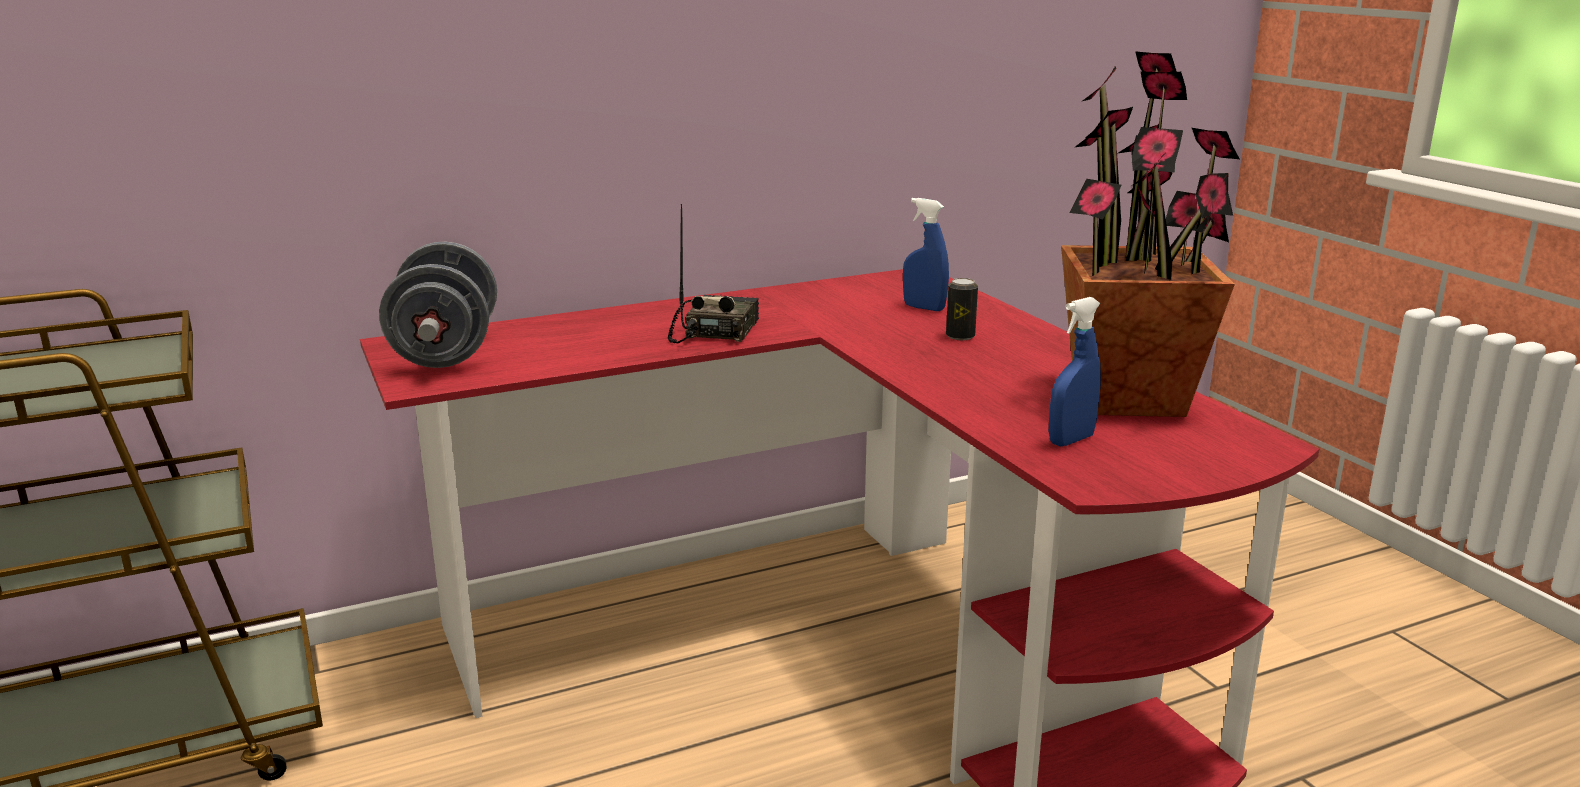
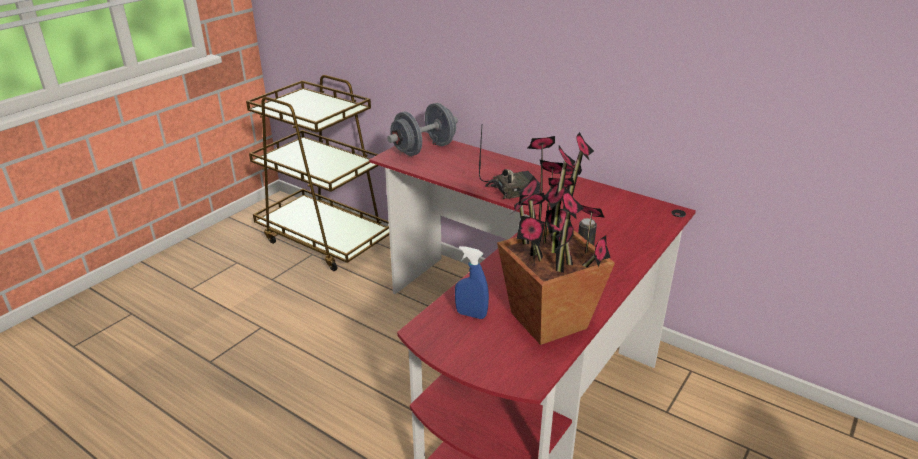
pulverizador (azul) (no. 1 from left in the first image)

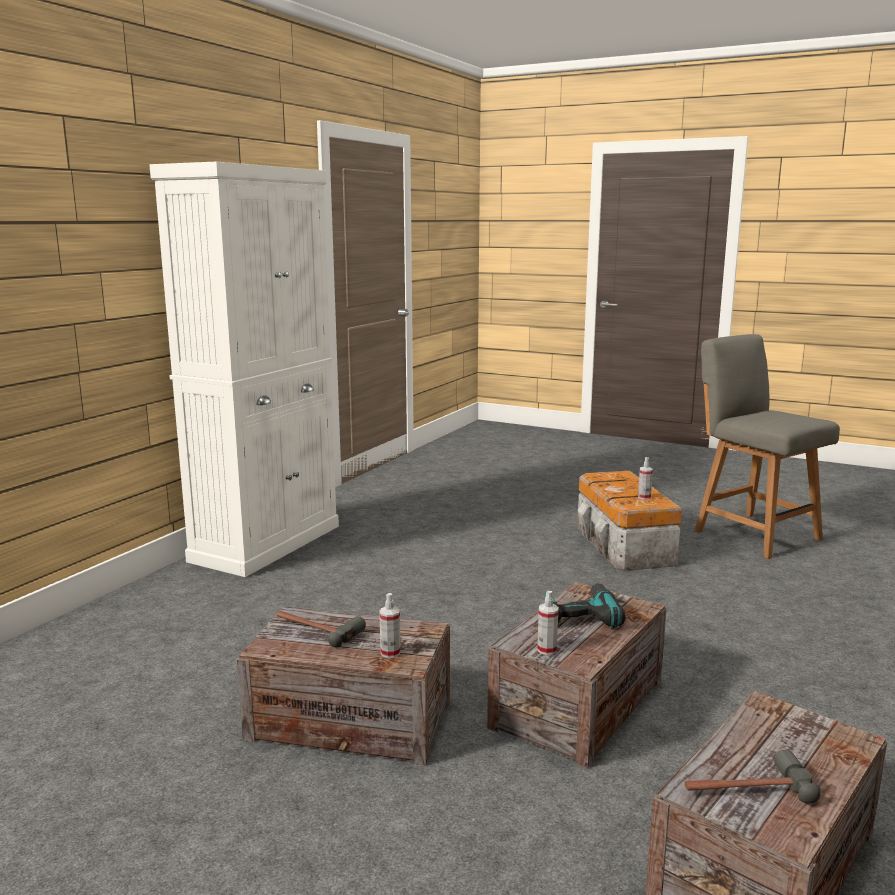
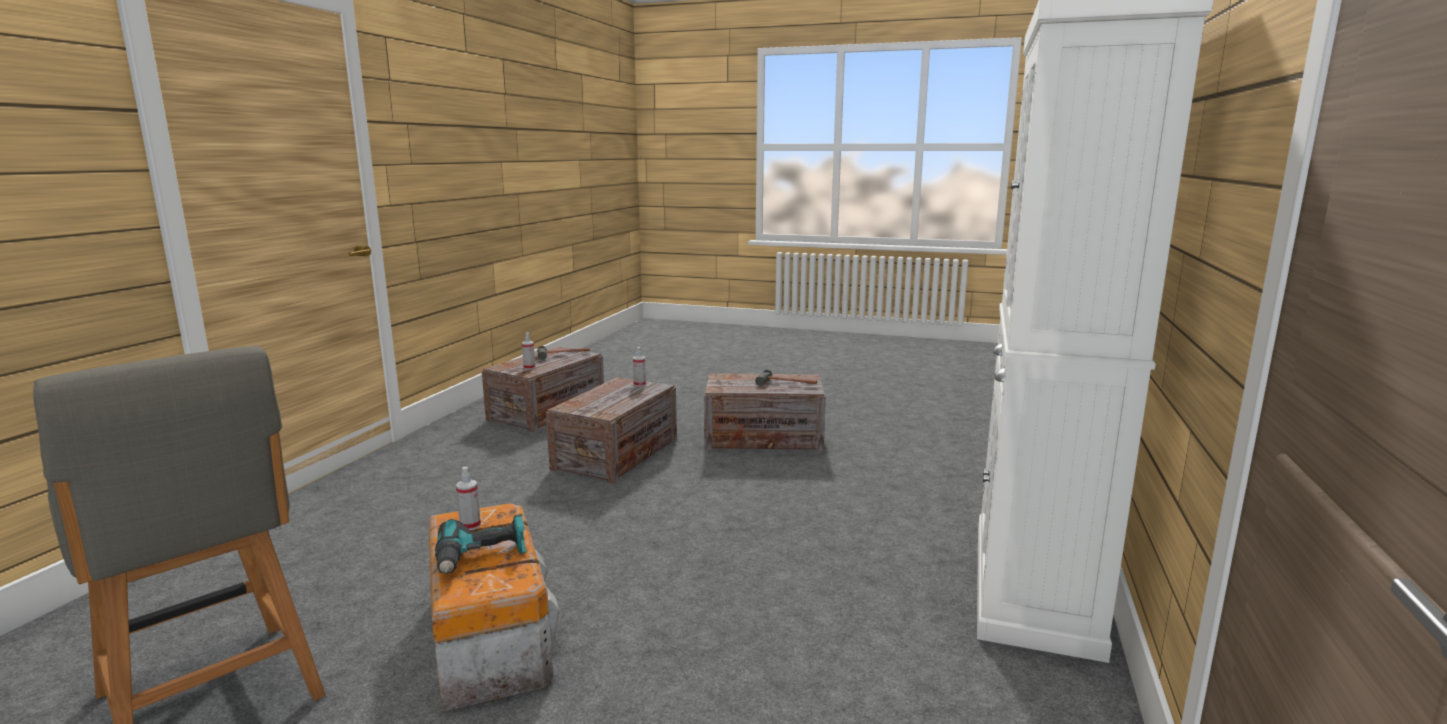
pulverizador (no. 2 from left)
taladro

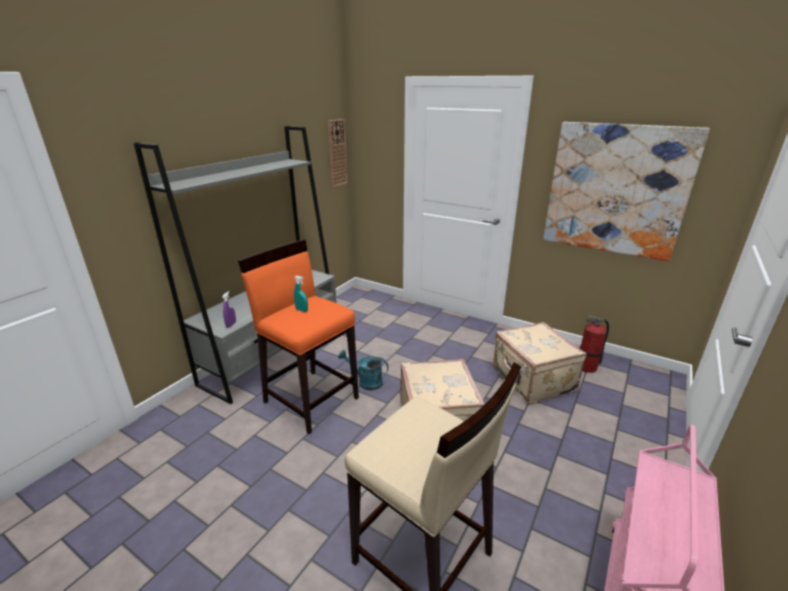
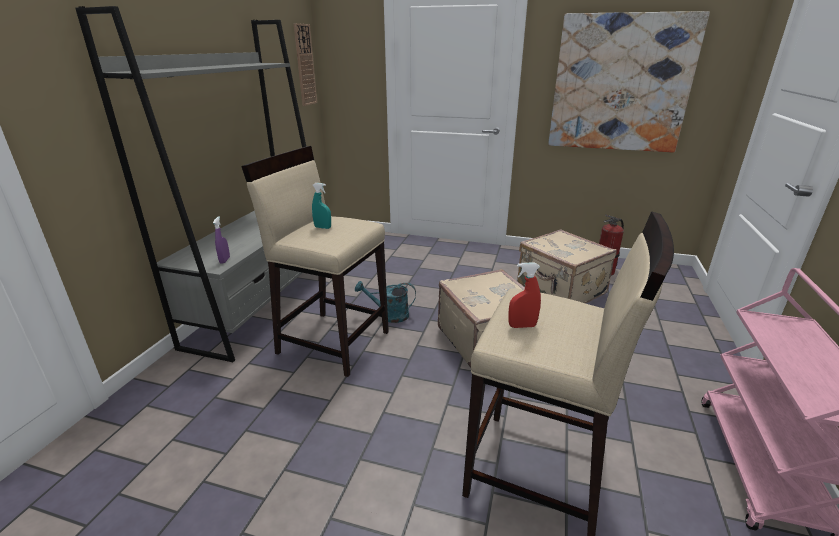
taburete (beis) (no. 1 from left)
pulverizador (rojo)

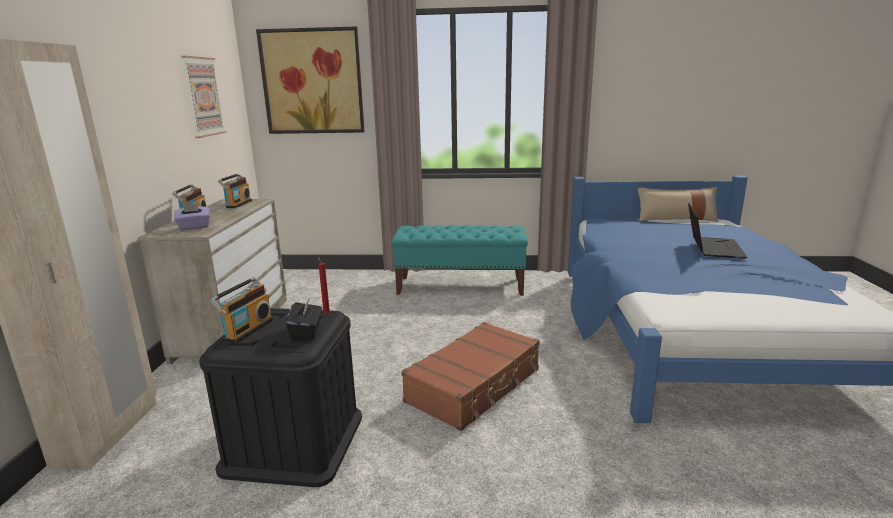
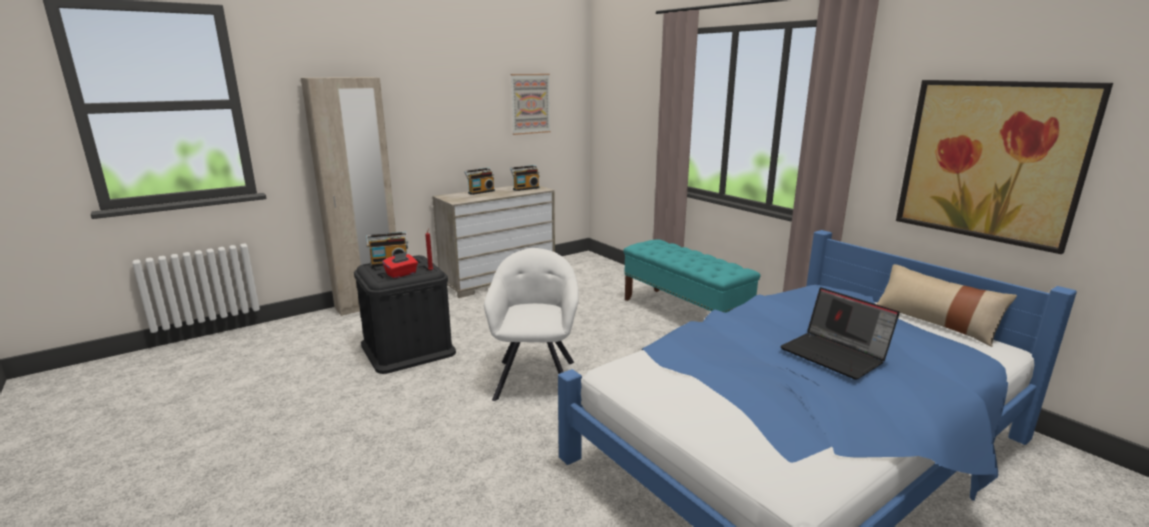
caja de pañuelos (morado)
cuadro (no. 2 from left)
caja de pañuelos (rojo)
sillón (blanco)
portátil

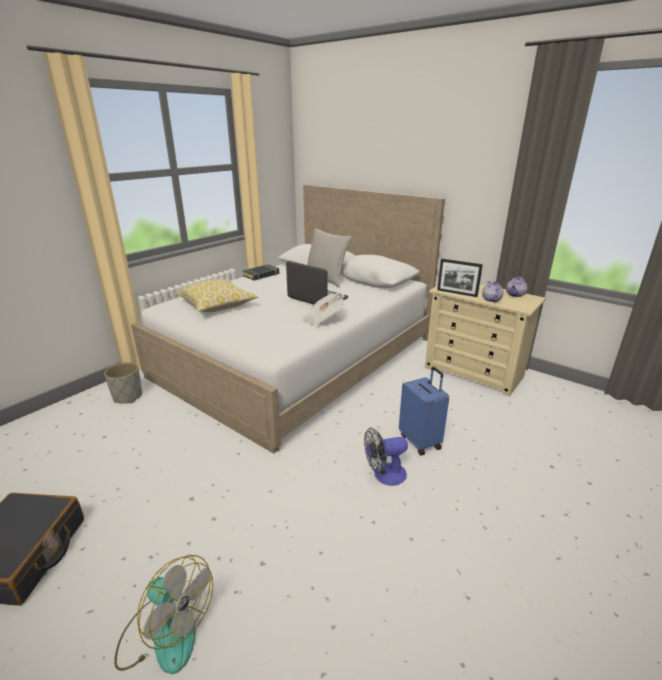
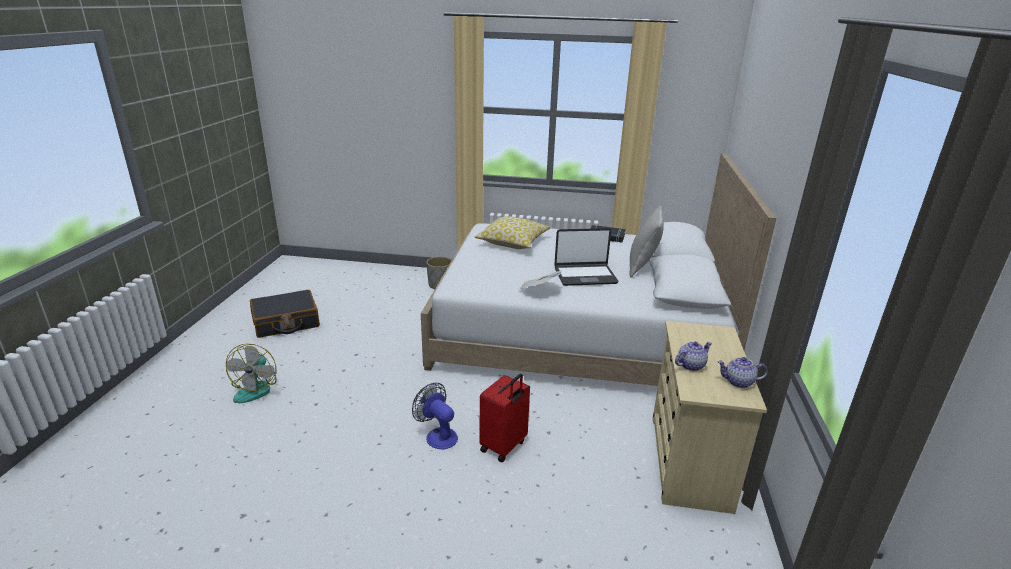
portátil
maleta (rojo)
portarretratos

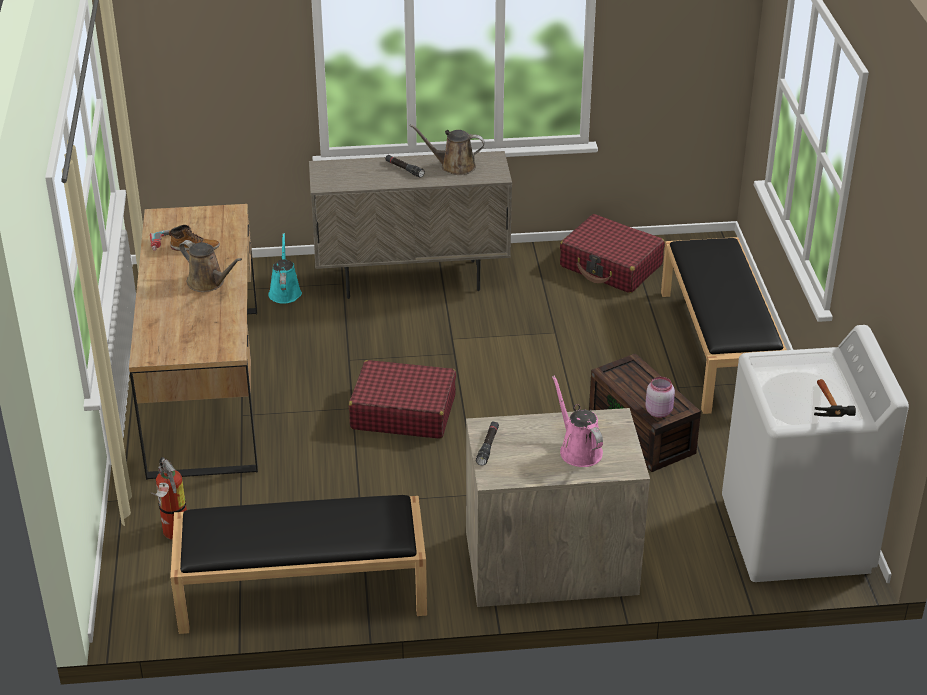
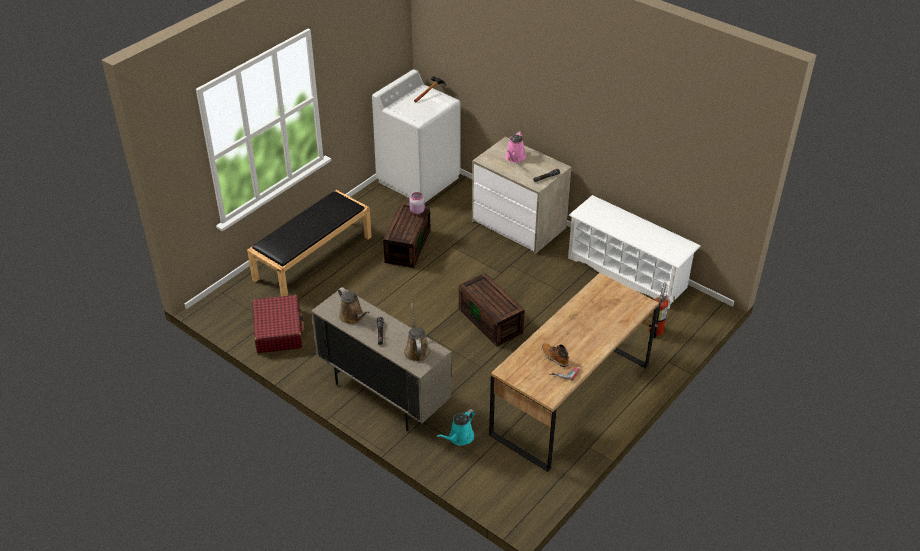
zapatero (blanco)
regadera (marrón) (no. 2 from left)
caja de almacenaje (marrón) (no. 2 from left)

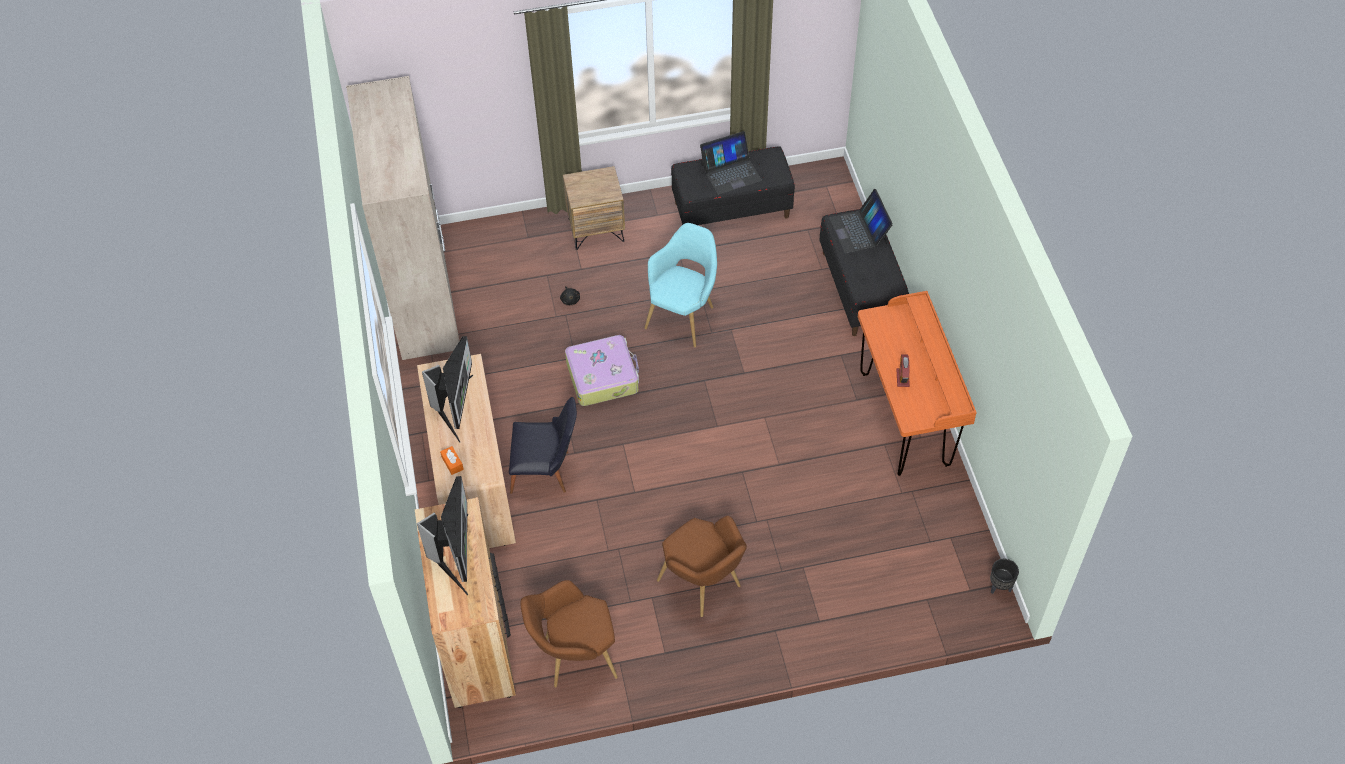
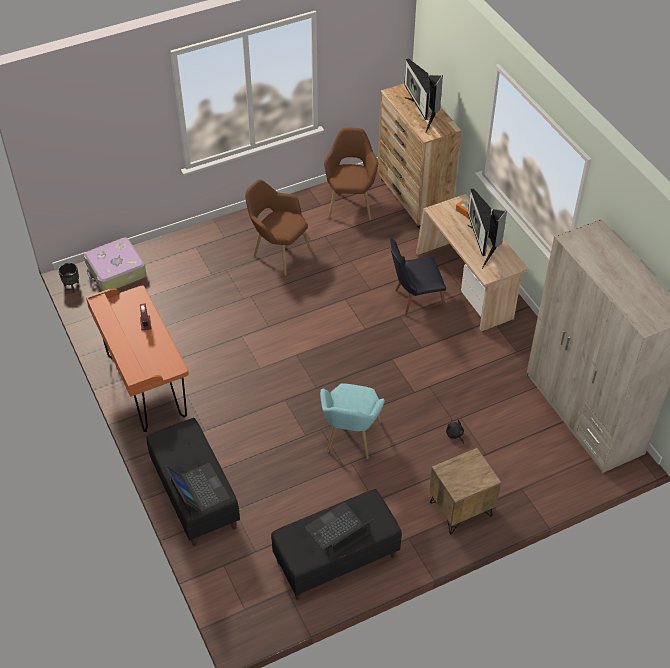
sillón (marrón) (no. 2 from left)
maleta

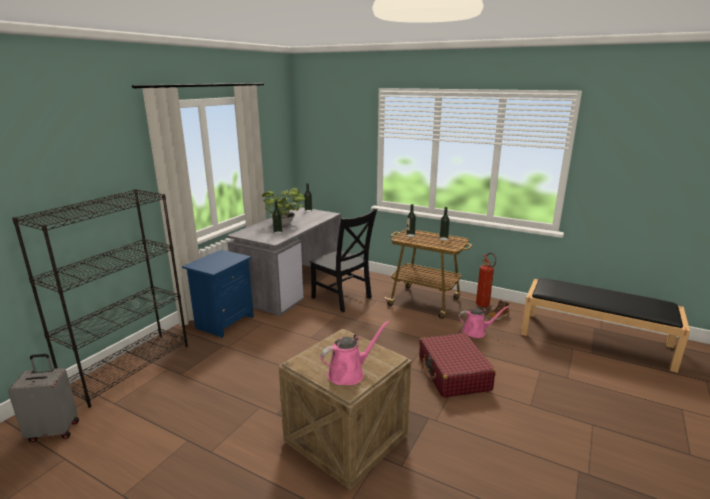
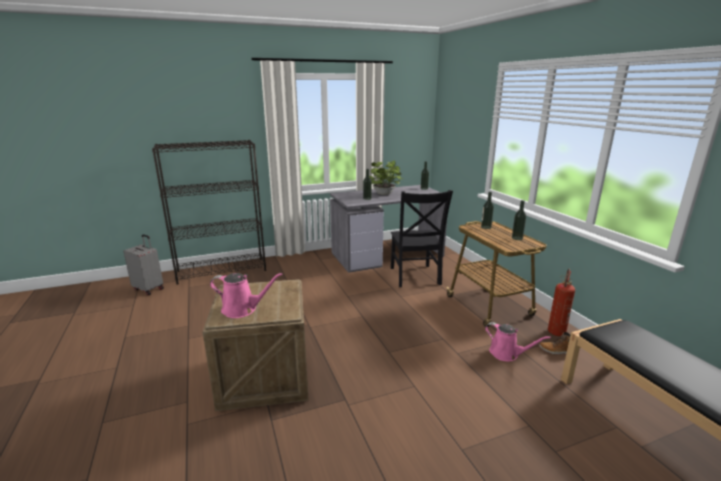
mesita de noche (azul)
maleta (rojo)

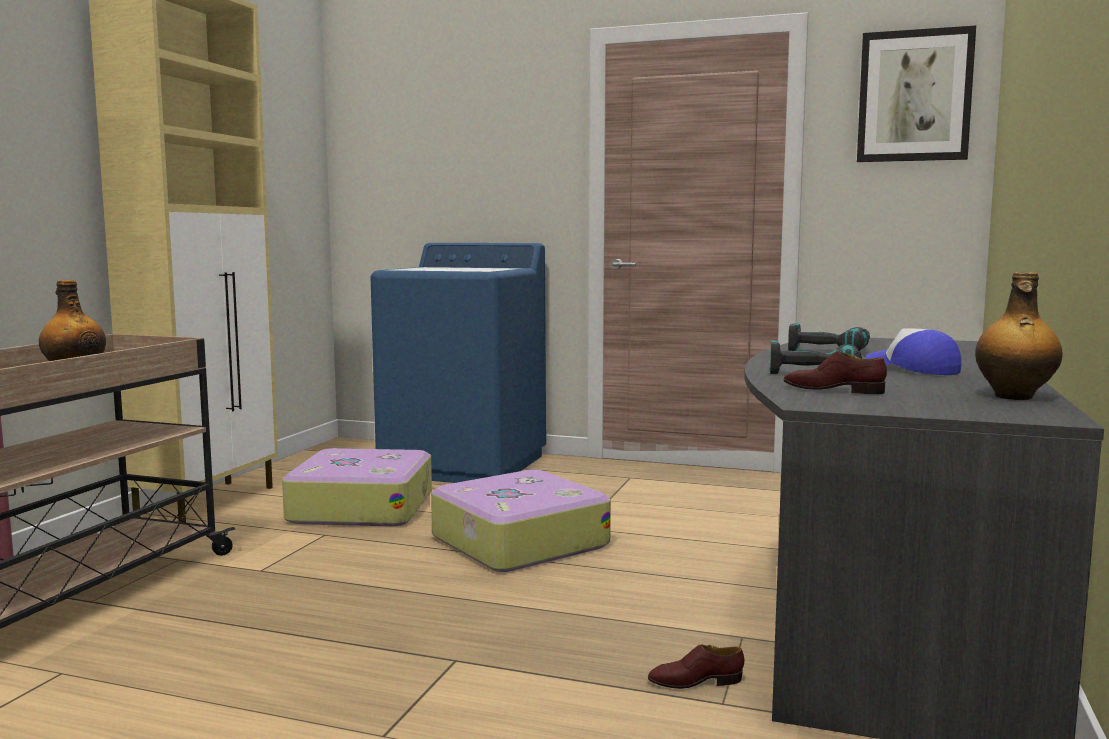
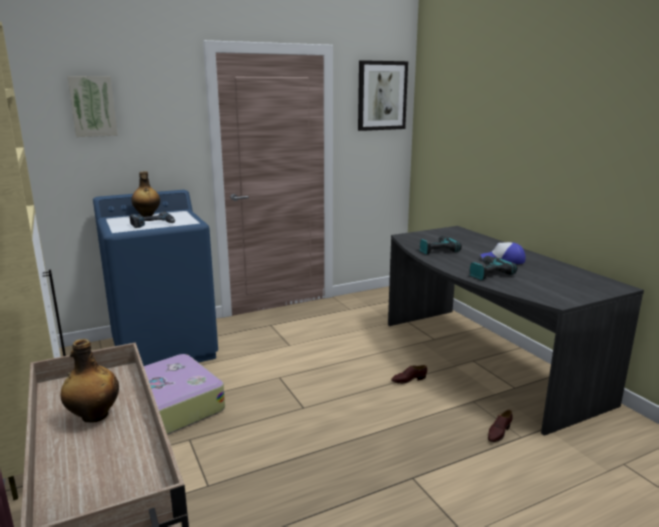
maleta (no. 2 from left in the first image)
zapato (marrón) (no. 1 from left)
botella (no. 2 from left)
cuadro (no. 1 from left)
taladro (no. 1 from left)

